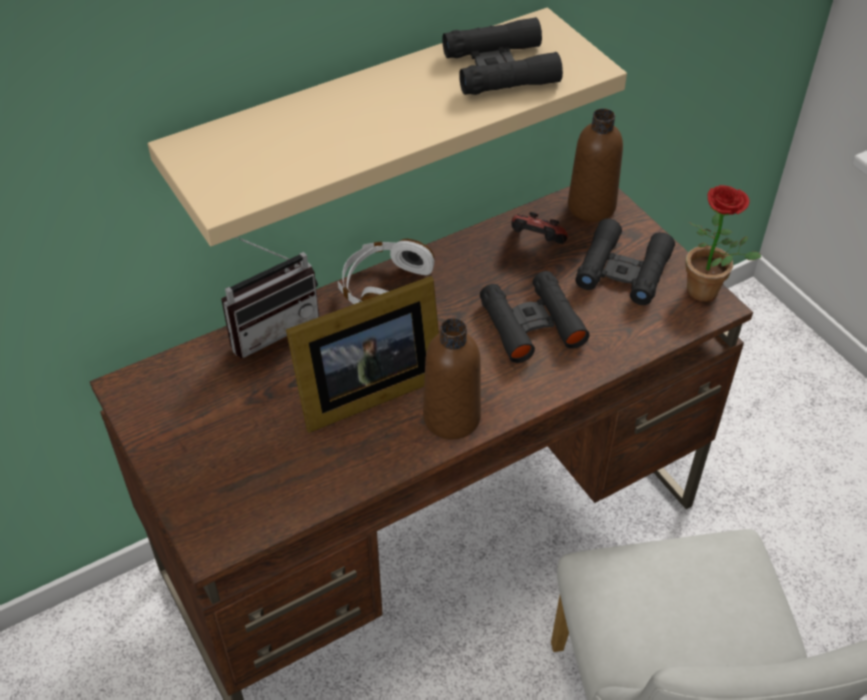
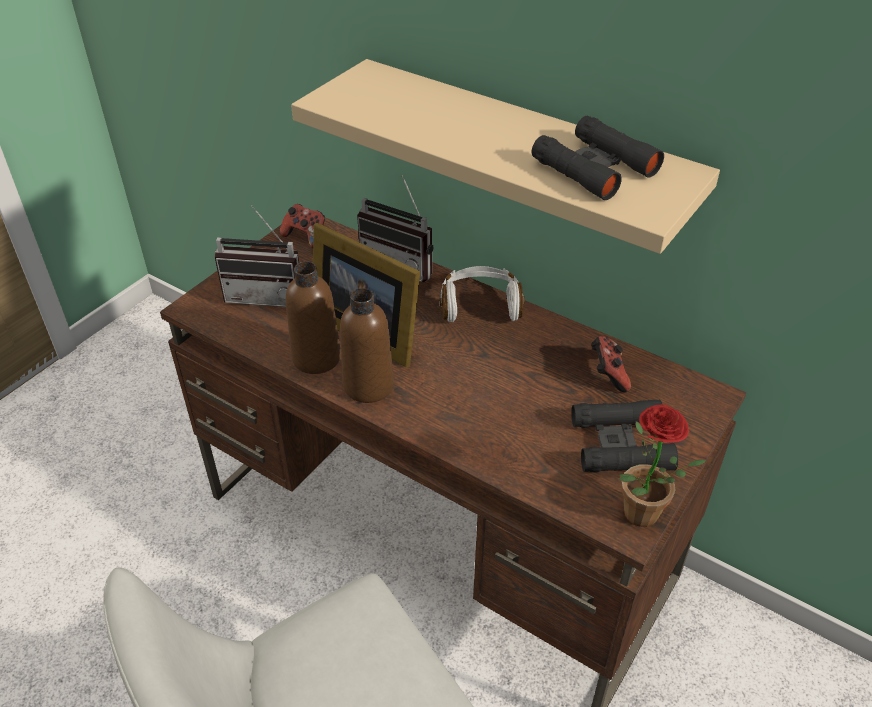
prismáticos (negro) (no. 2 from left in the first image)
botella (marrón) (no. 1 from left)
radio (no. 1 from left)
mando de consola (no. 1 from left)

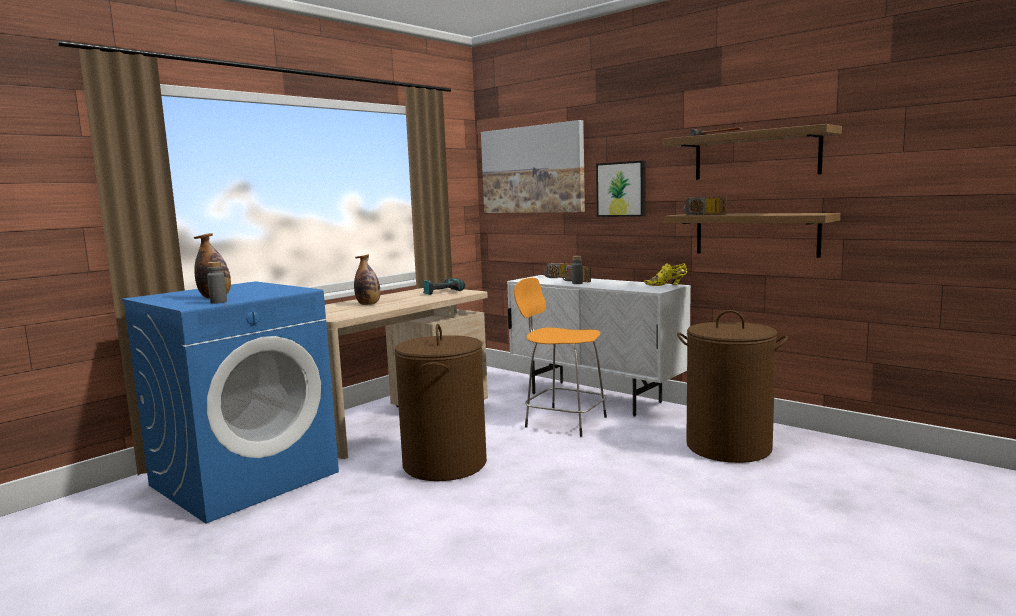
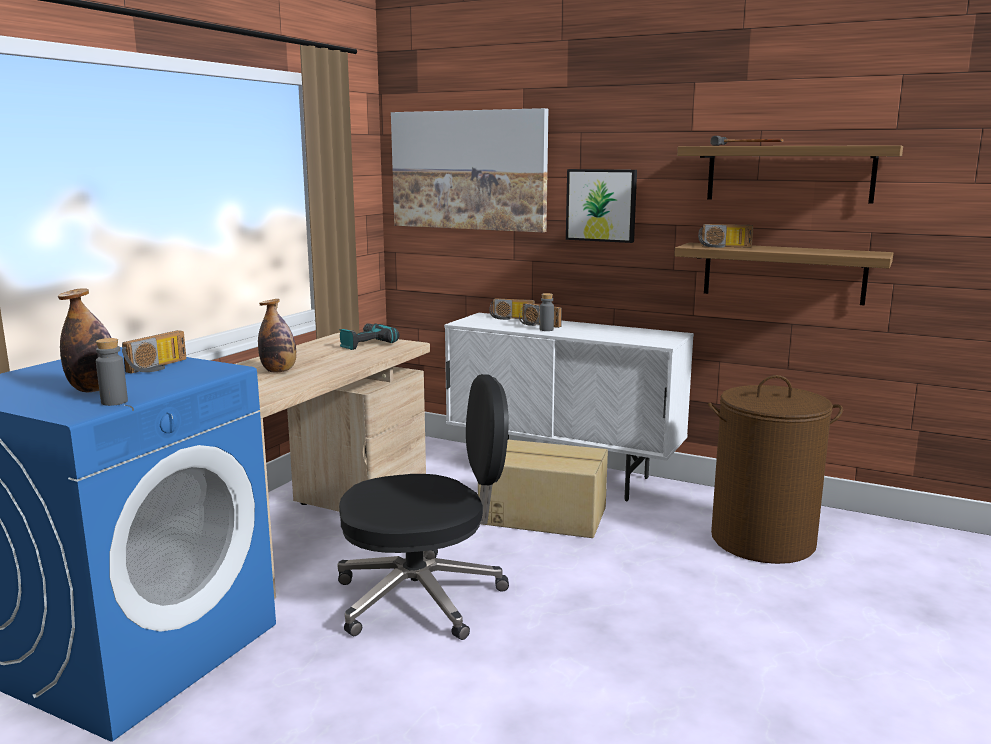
silla de oficina (negro)
caja de cartón
zapato (amarillo)
radio (no. 1 from left)

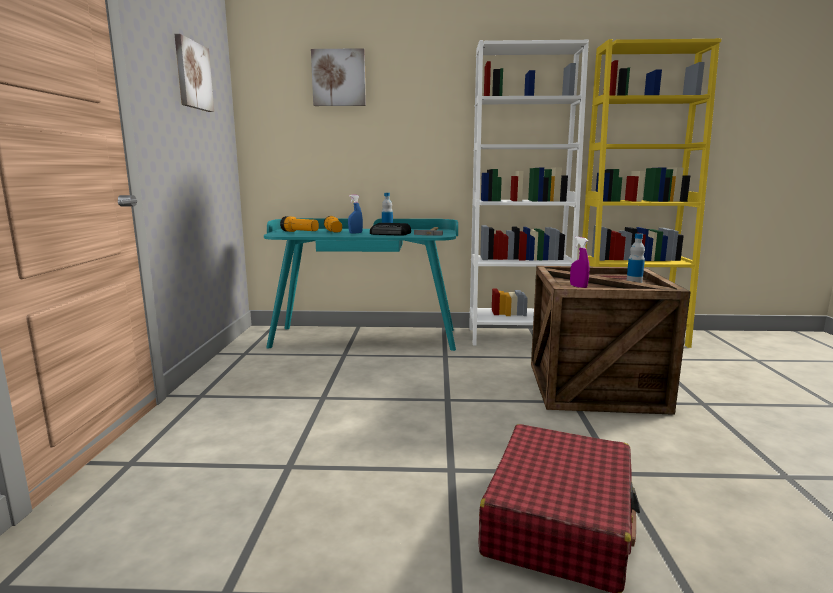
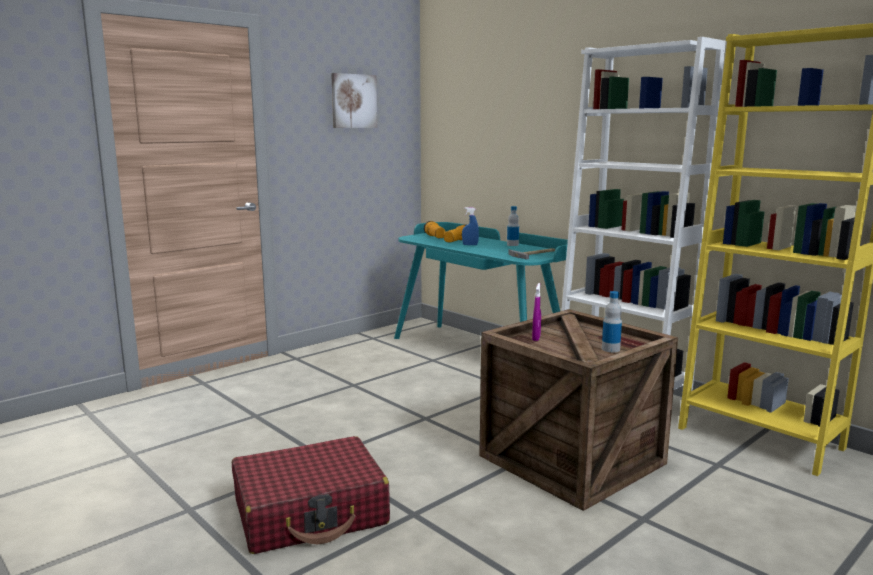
cuadro (no. 2 from left in the first image)
radio

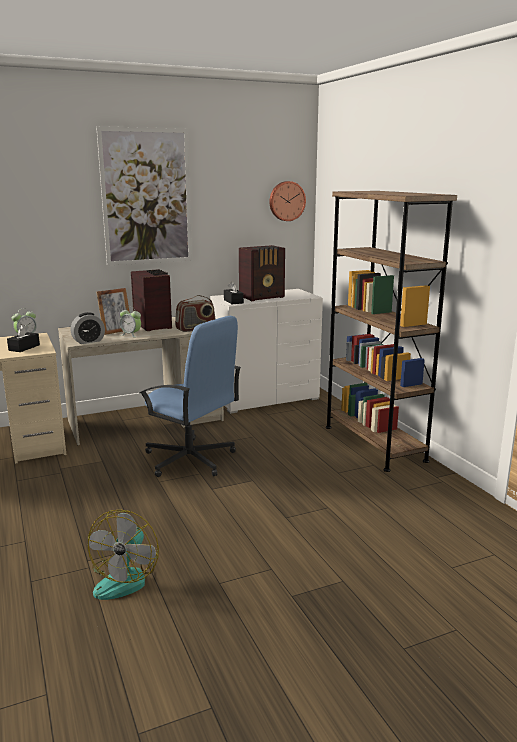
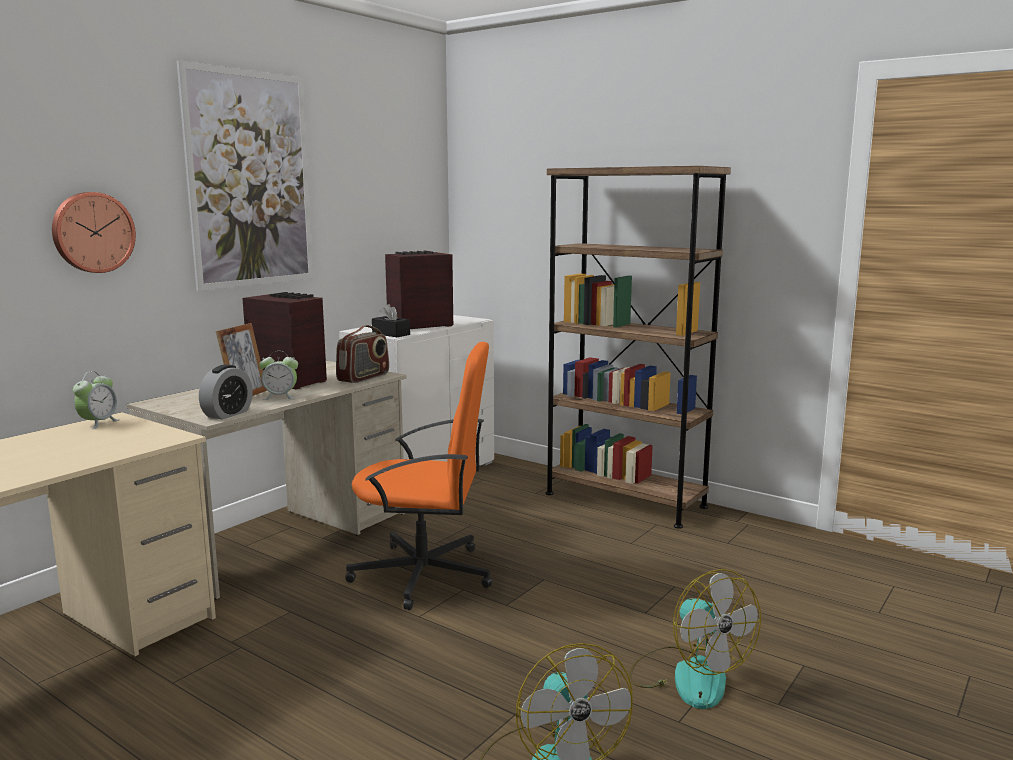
caja de pañuelos (negro) (no. 1 from left in the first image)
silla de oficina (naranja)
radio (no. 3 from left)
reloj de pared
ventilador (no. 2 from left)

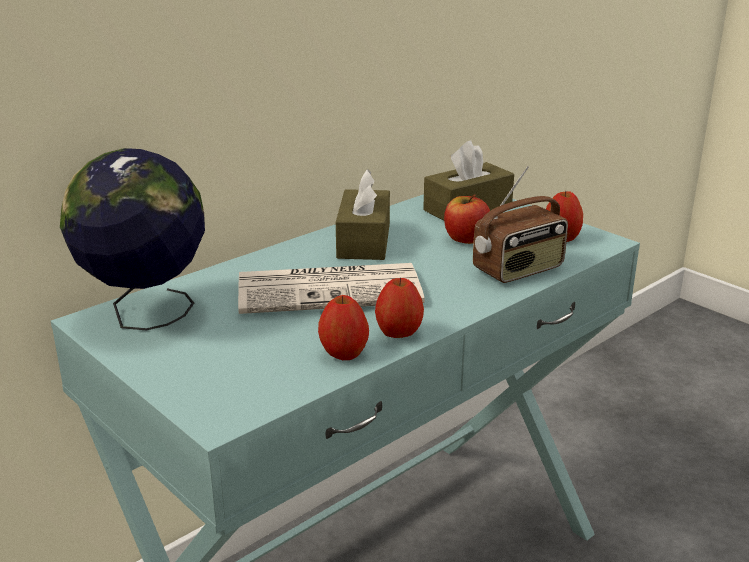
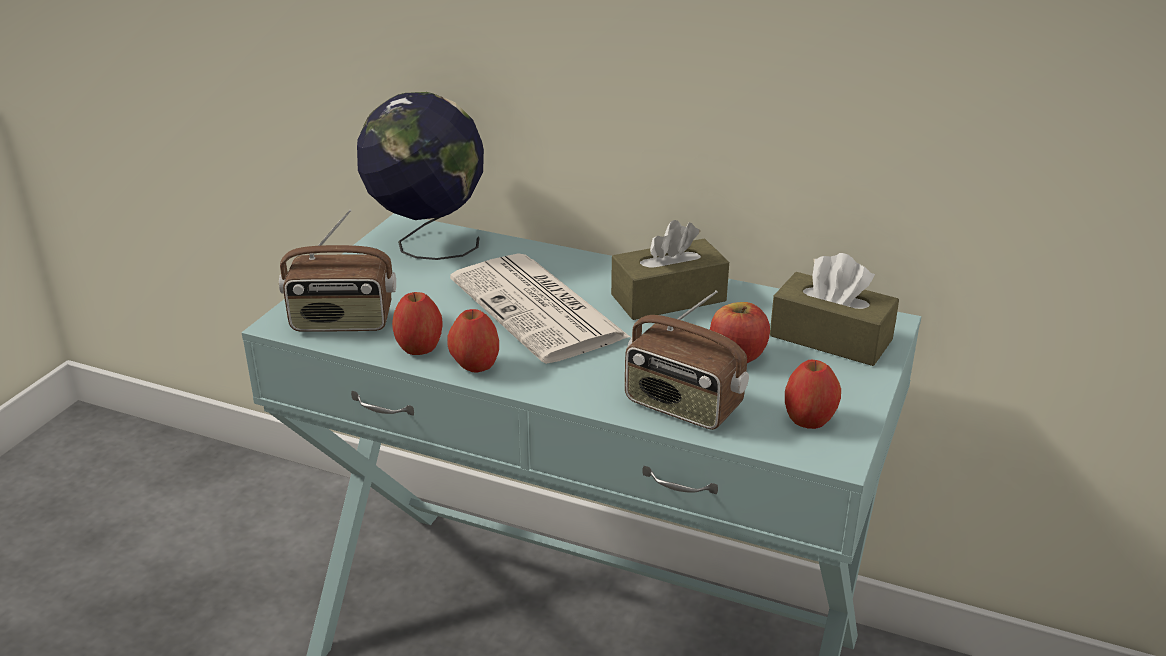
radio (no. 1 from left)

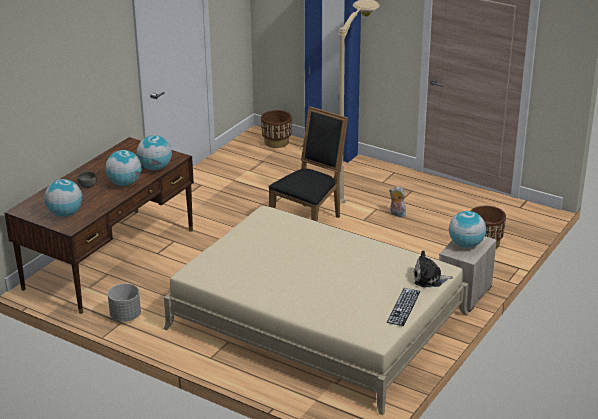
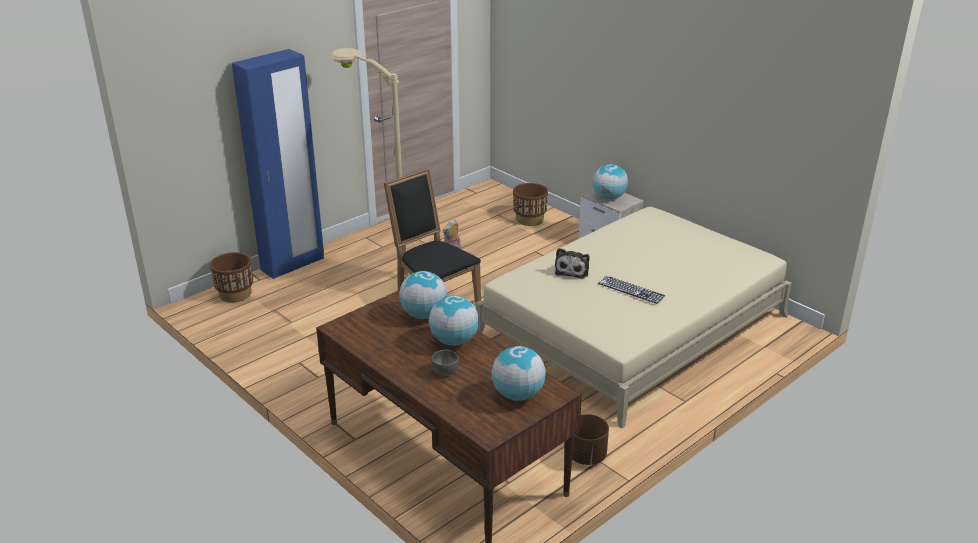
maceta (marrón) (no. 3 from left)
teclado
peluche (no. 2 from left)

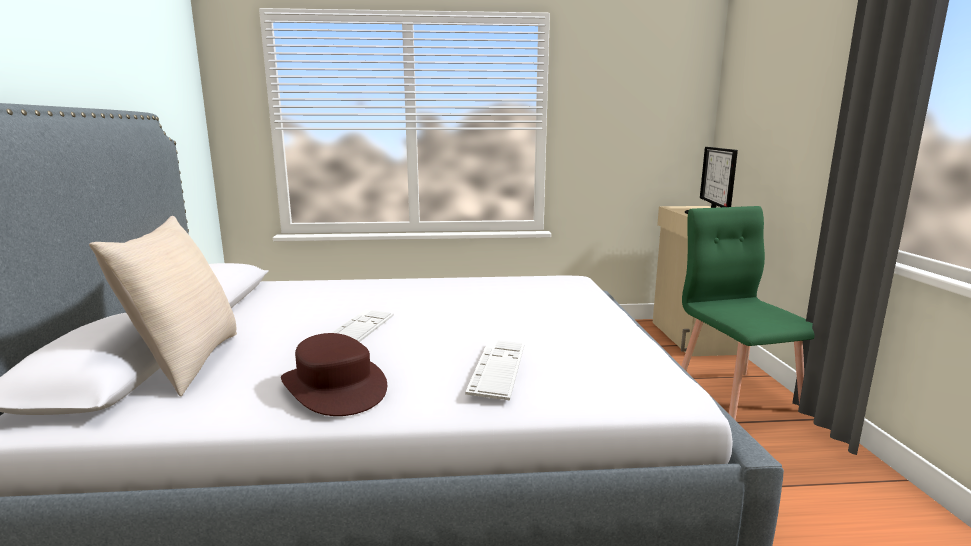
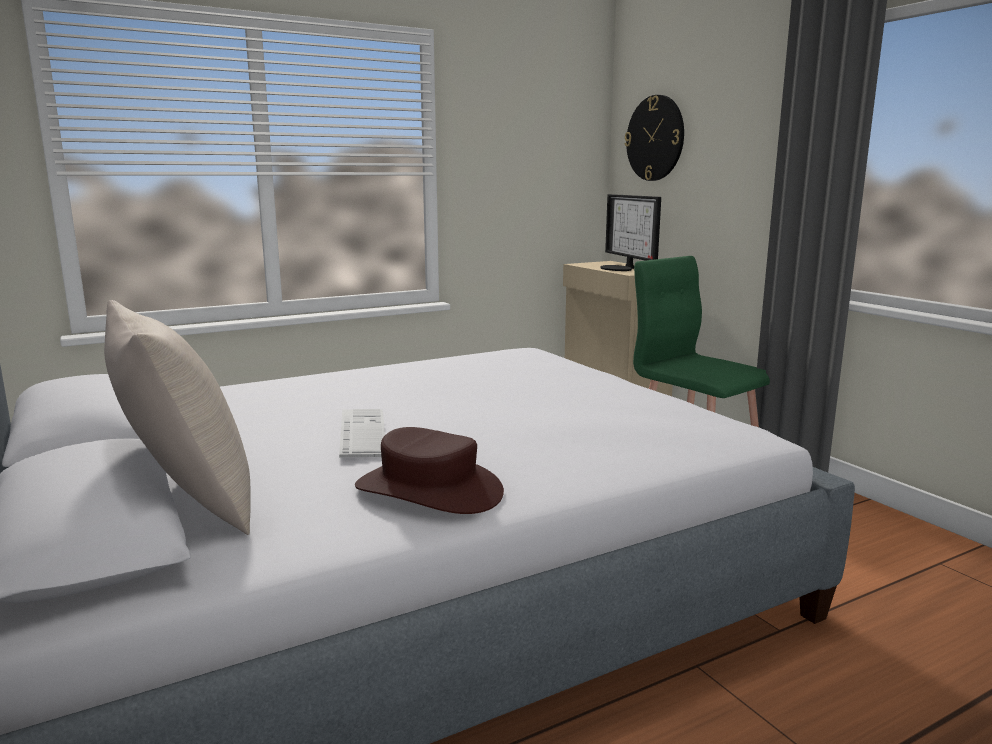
teclado (no. 2 from left in the first image)
reloj de pared

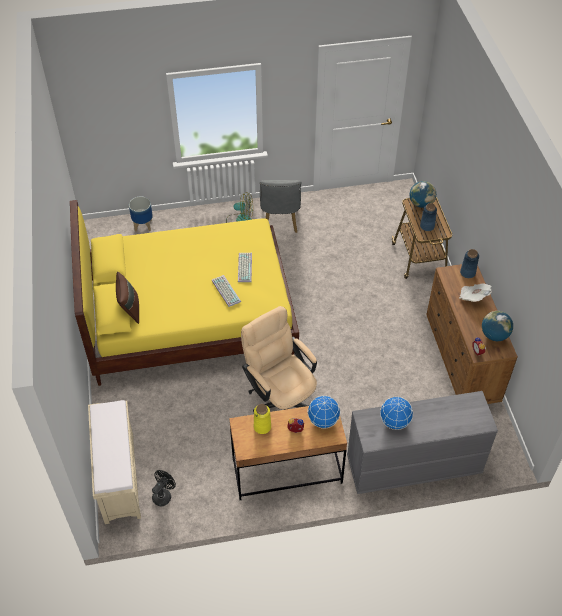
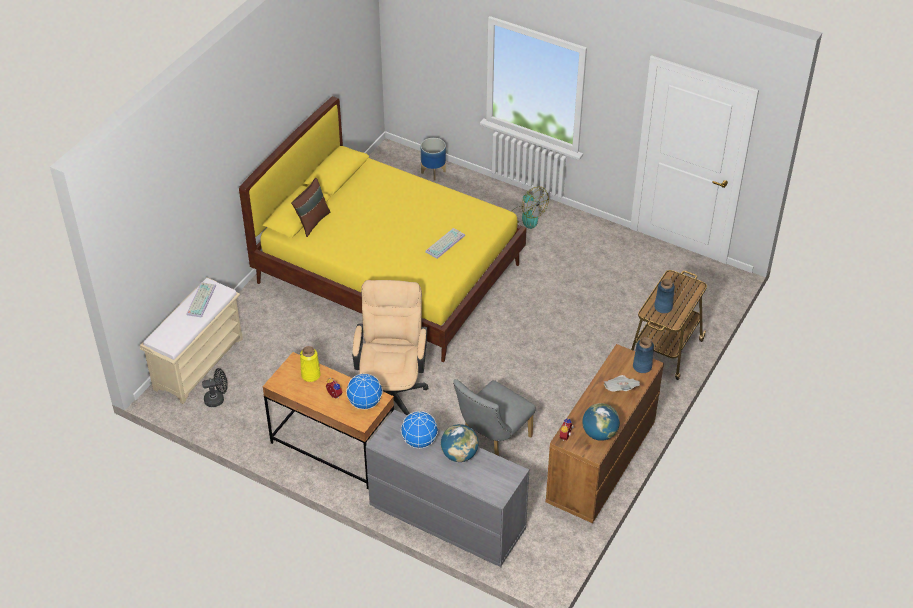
teclado (no. 1 from left)
silla (gris)
globo terráqueo (no. 3 from left)

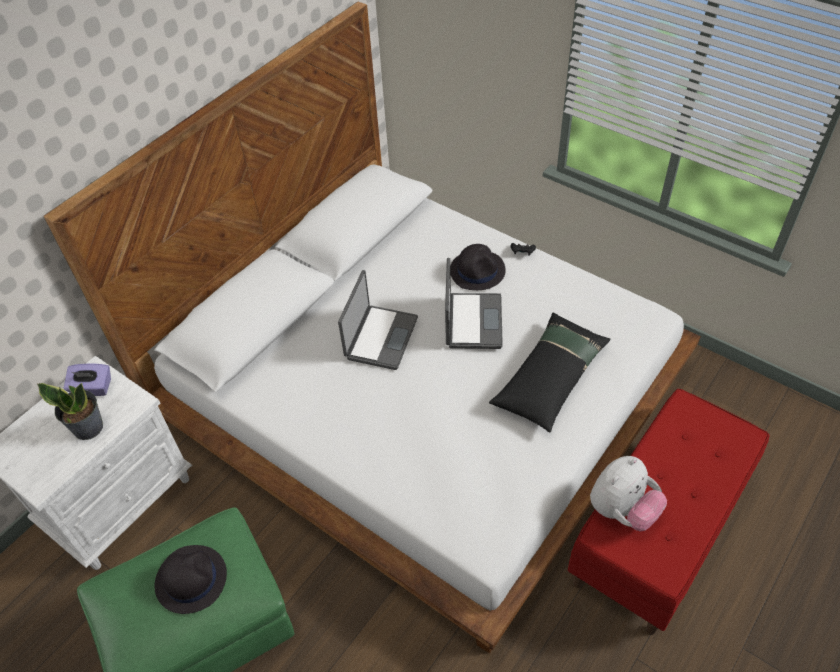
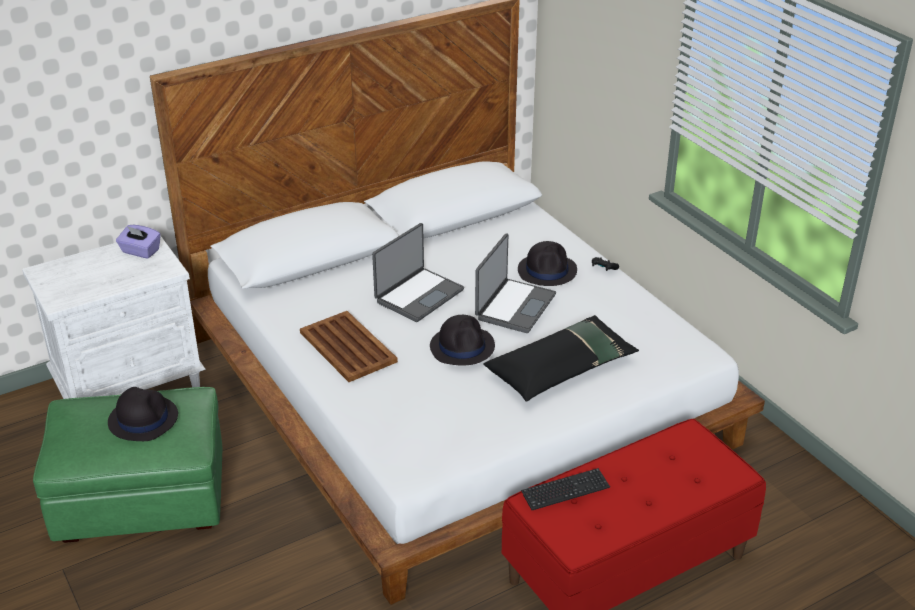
planta en maceta
teclado
bandeja (marrón)
sombrero (negro) (no. 2 from left)

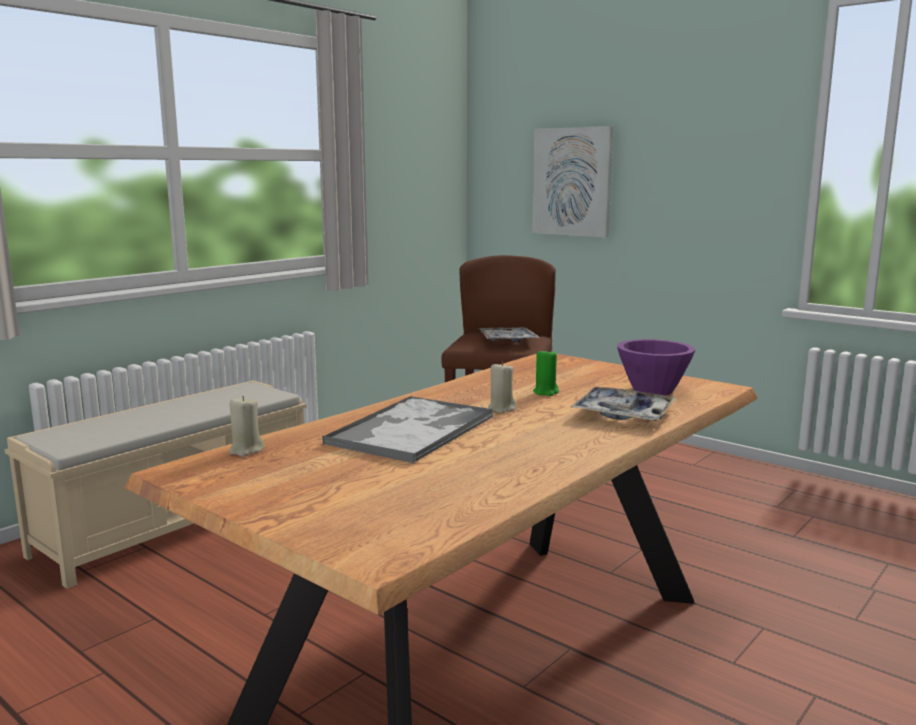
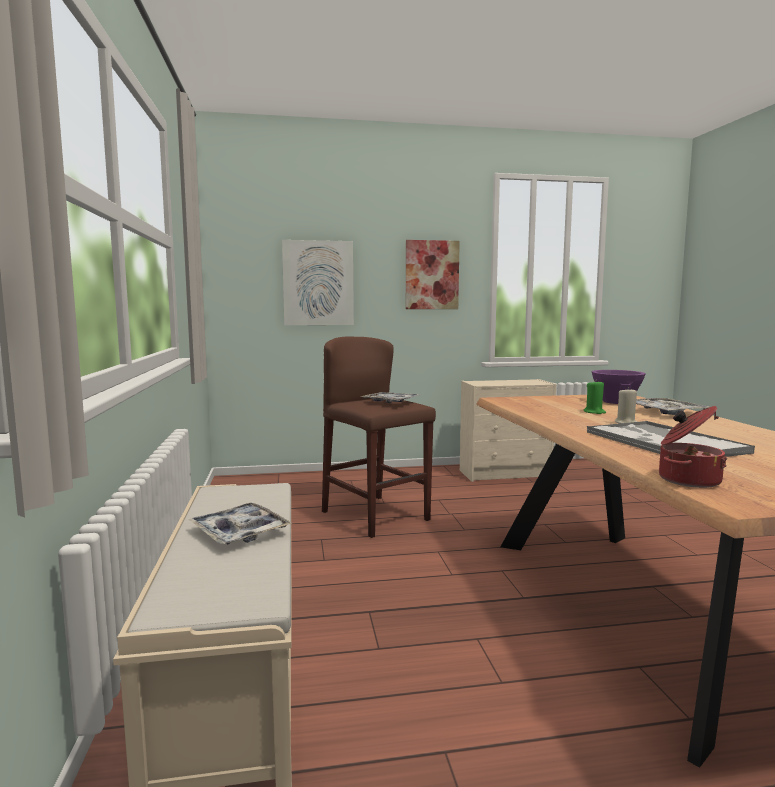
olla
bandeja (no. 1 from left)
cuadro (no. 2 from left)
cómoda (beis)

